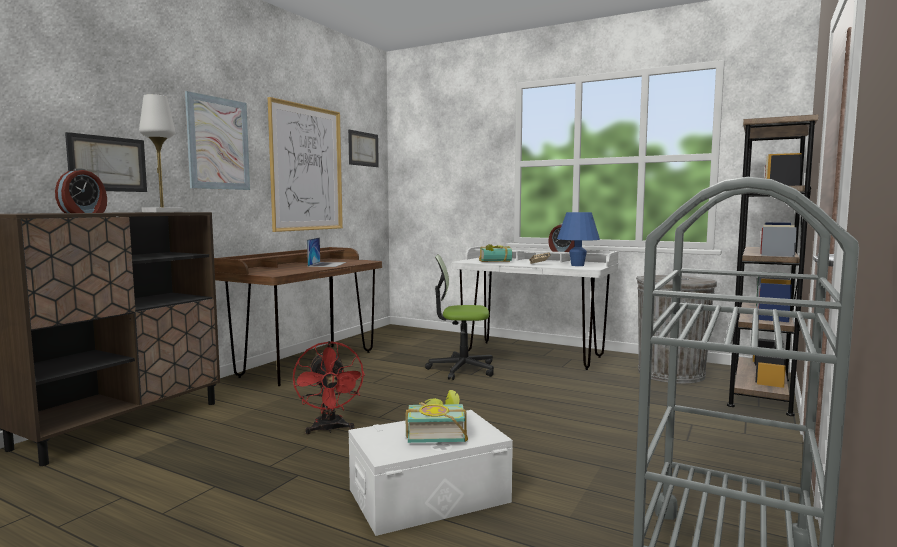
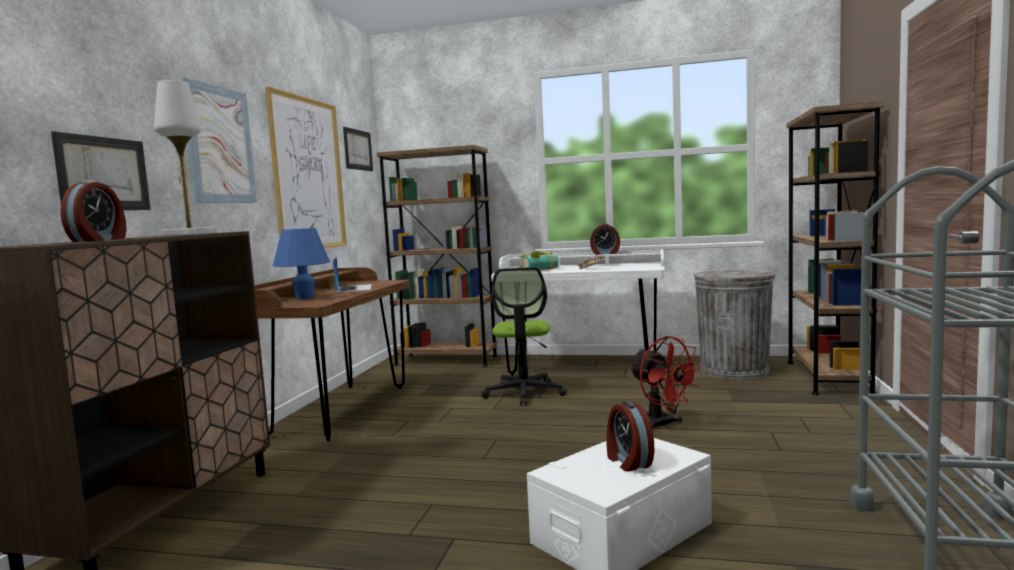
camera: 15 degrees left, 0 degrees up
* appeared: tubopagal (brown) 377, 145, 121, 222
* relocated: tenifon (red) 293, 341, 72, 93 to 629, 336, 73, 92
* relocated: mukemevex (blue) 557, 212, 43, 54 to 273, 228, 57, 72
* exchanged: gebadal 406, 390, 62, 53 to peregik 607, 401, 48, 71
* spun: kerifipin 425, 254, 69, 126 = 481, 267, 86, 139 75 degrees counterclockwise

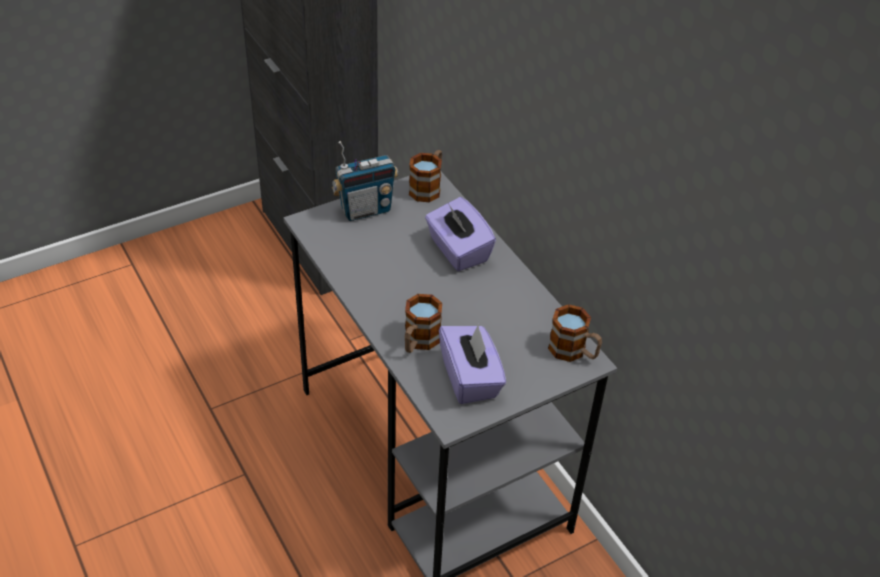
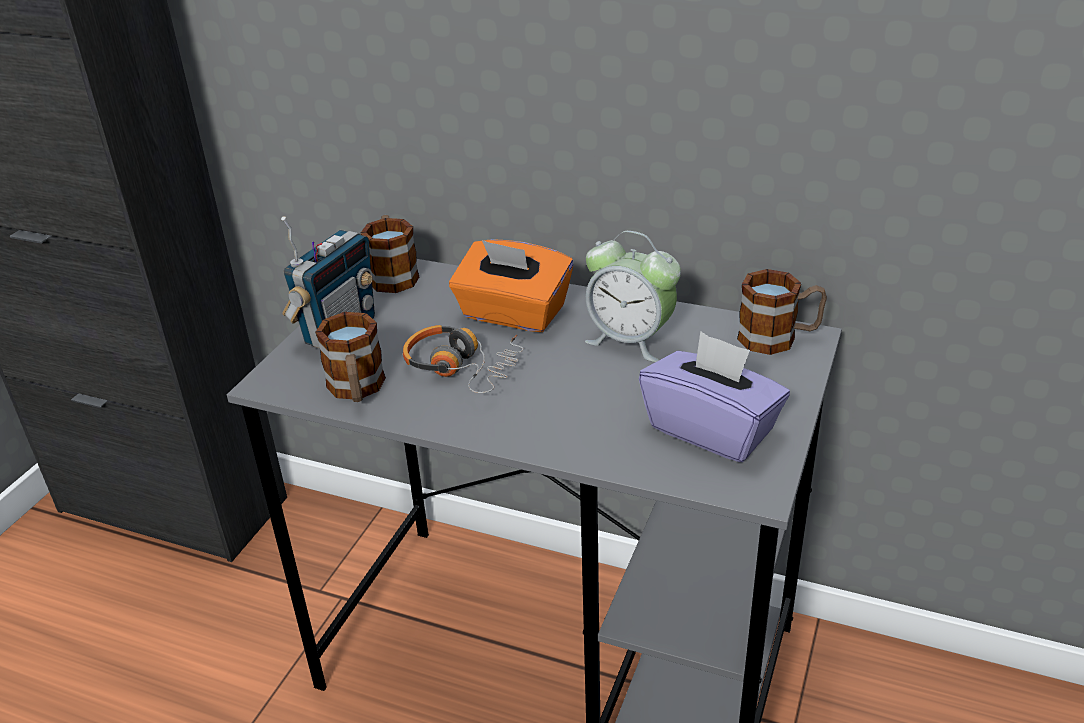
camera: 35 degrees left, 10 degrees down
* appeared: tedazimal 403, 325, 121, 68
* appeared: peregik 585, 231, 96, 131
* relocated: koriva 405, 294, 37, 59 to 315, 312, 71, 90
* colour: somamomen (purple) 425, 197, 71, 74 to somamomen (orange) 449, 239, 124, 93

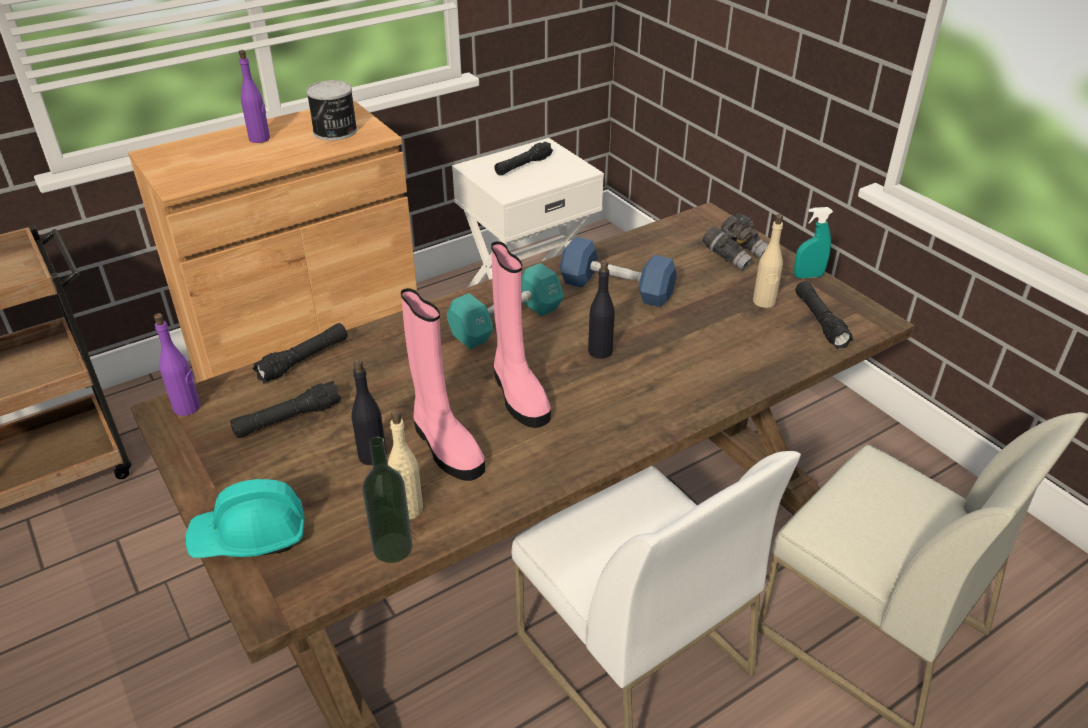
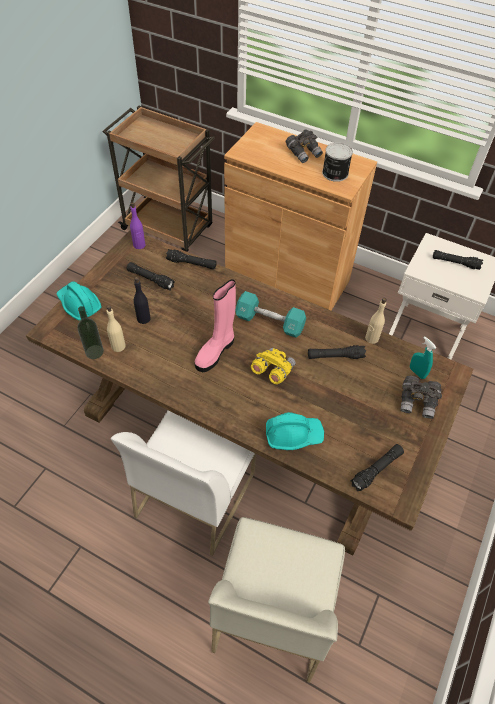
camera: 60 degrees right, 15 degrees up
* missing: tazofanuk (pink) 401, 288, 84, 193
* appeared: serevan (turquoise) 266, 412, 58, 38
* relocated: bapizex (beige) 753, 214, 30, 94 to 365, 298, 22, 46
* relocated: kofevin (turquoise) 794, 207, 39, 71 to 410, 336, 26, 43
* exchanged: bapizex (purple) 239, 50, 31, 93 to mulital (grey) 286, 129, 37, 34
* exchanged: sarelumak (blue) 560, 237, 117, 70 to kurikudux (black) 308, 345, 58, 14
* exchanged: bapizex (black) 588, 260, 27, 99 to mulital (yellow) 251, 348, 45, 36

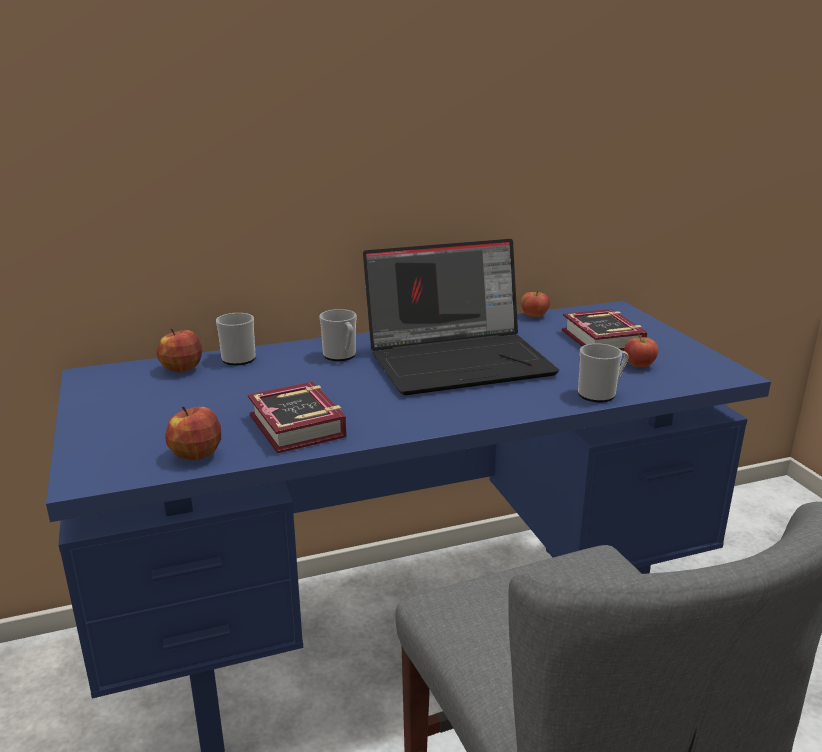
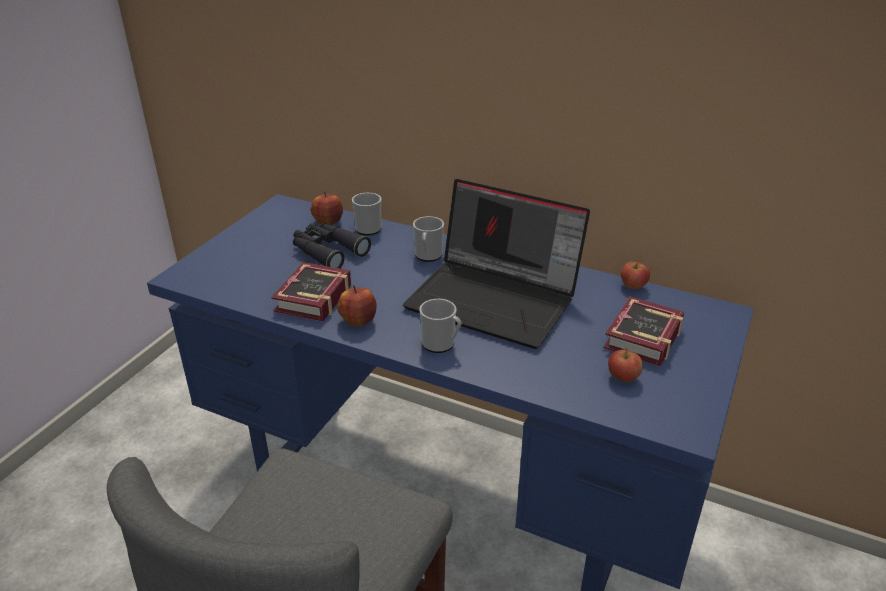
camera: 45 degrees right, 10 degrees up
* appeared: mulital (black) 293, 223, 78, 45
* relocated: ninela 165, 406, 56, 55 to 337, 285, 40, 41
* relocated: koriva 578, 343, 51, 59 to 419, 299, 43, 54

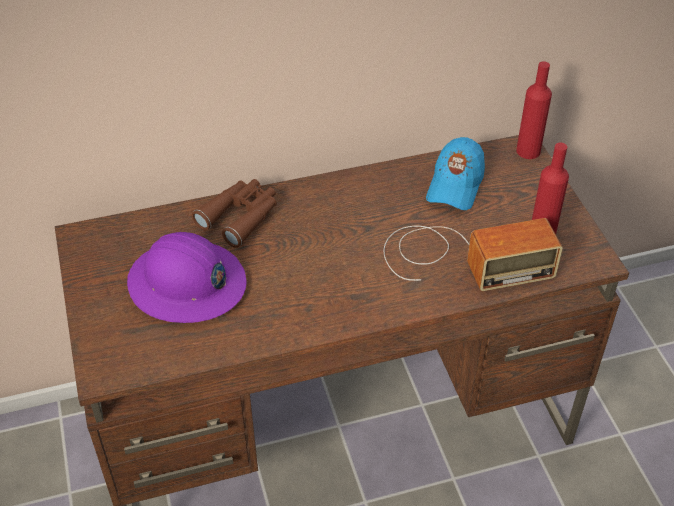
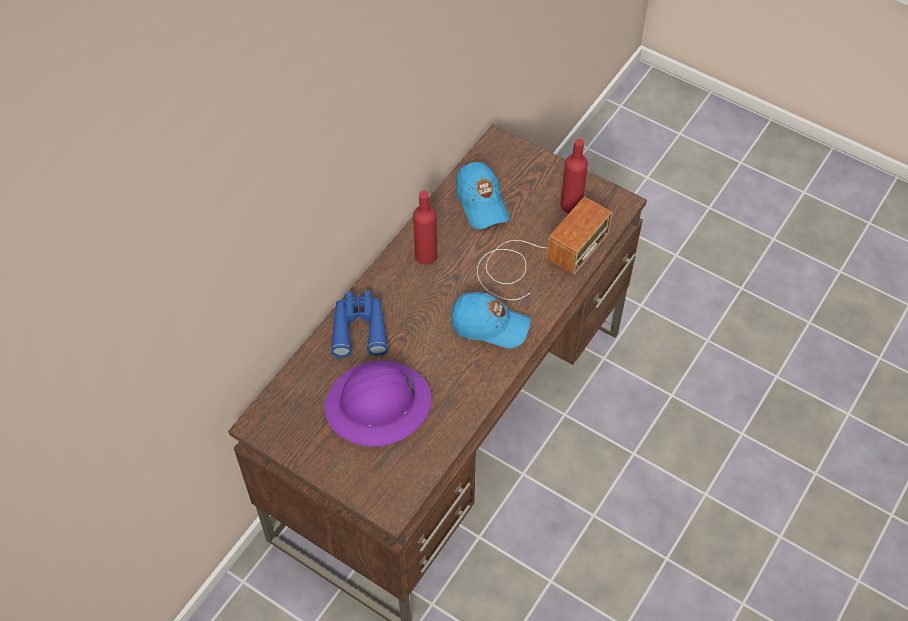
camera: 40 degrees left, 10 degrees up
* appeared: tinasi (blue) 451, 292, 80, 56
* relocated: bapizex (red) 516, 61, 36, 98 to 413, 191, 24, 74
* colour: mulital (brown) 192, 179, 85, 69 to mulital (blue) 331, 291, 57, 66

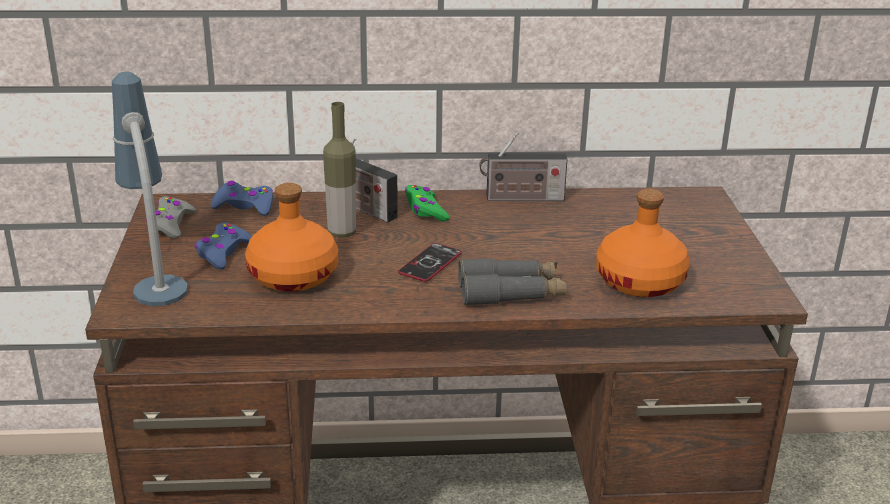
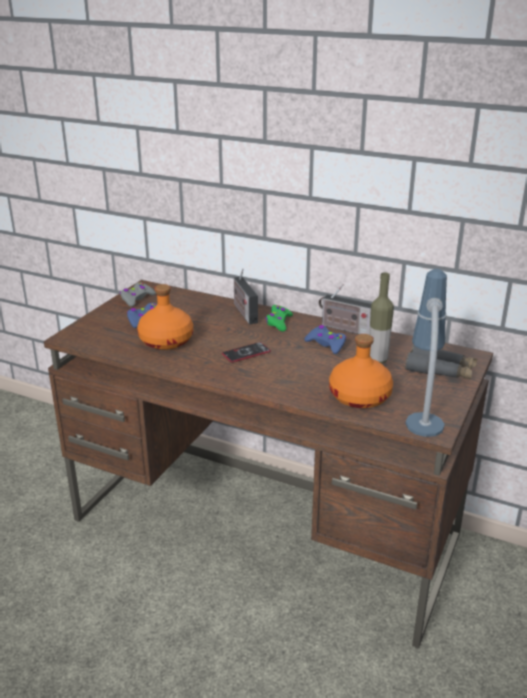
camera: 30 degrees right, 0 degrees up
* relocated: mukemevex 112, 72, 76, 234 to 405, 269, 42, 168
* relocated: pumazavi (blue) 211, 181, 62, 35 to 305, 325, 41, 29
* relocated: bapizex 323, 102, 33, 136 to 369, 272, 25, 92
* relocated: mulital (grey) 458, 258, 109, 48 to 405, 344, 72, 35

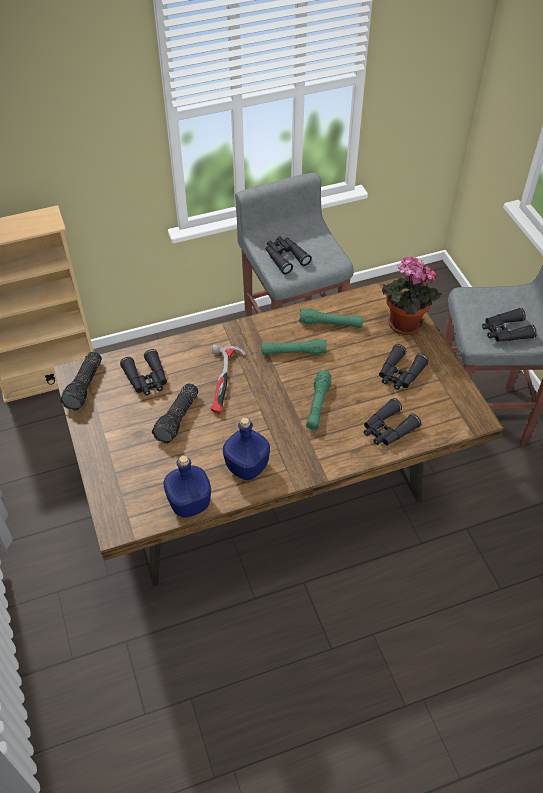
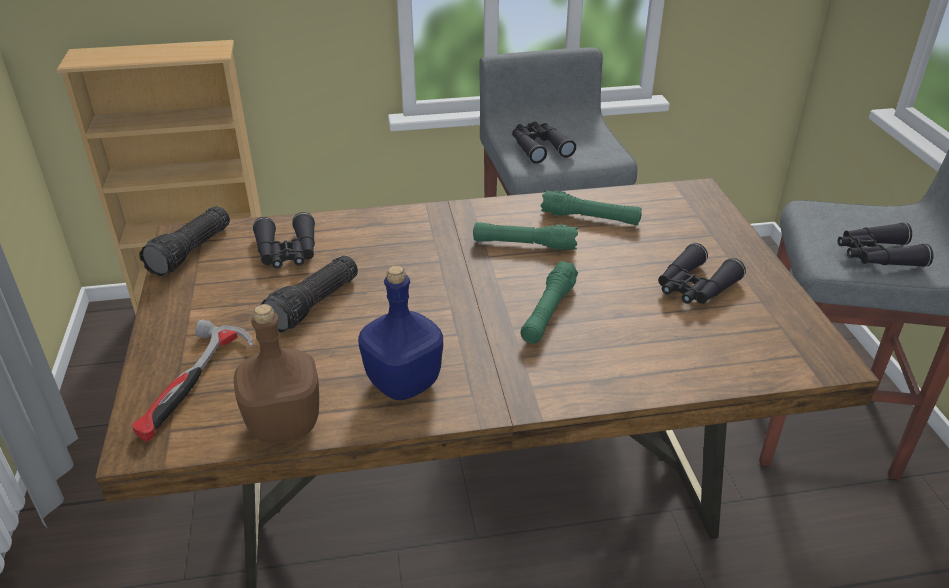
camera: 10 degrees right, 15 degrees down
* missing: mulital (black) 364, 398, 57, 48
* missing: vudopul 382, 256, 59, 79
* relocated: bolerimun 210, 344, 36, 71 to 132, 319, 121, 123
* colour: bapizex (blue) 163, 455, 48, 63 to bapizex (brown) 234, 304, 85, 138

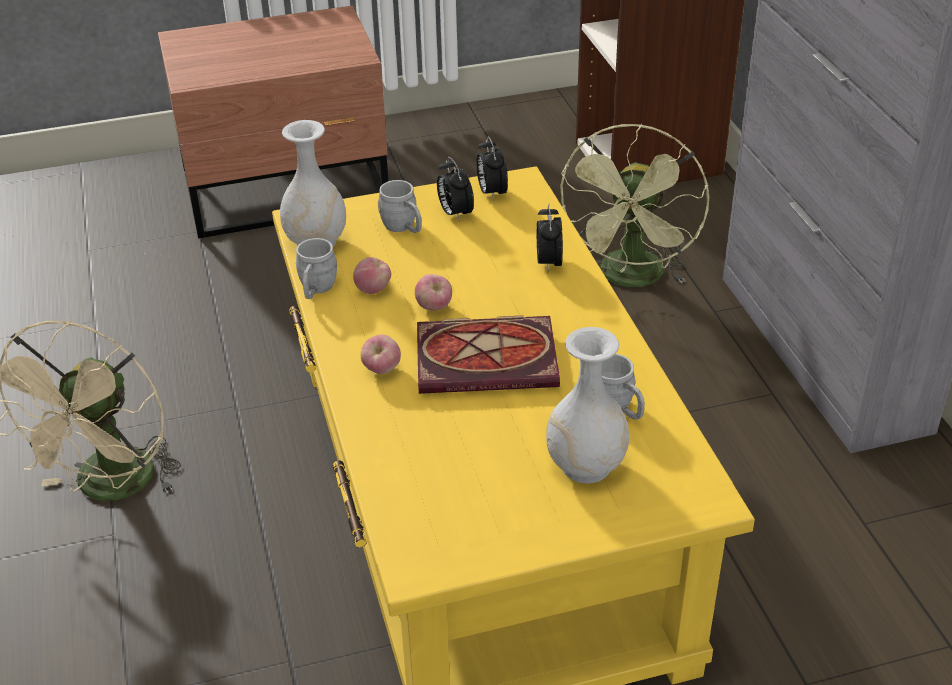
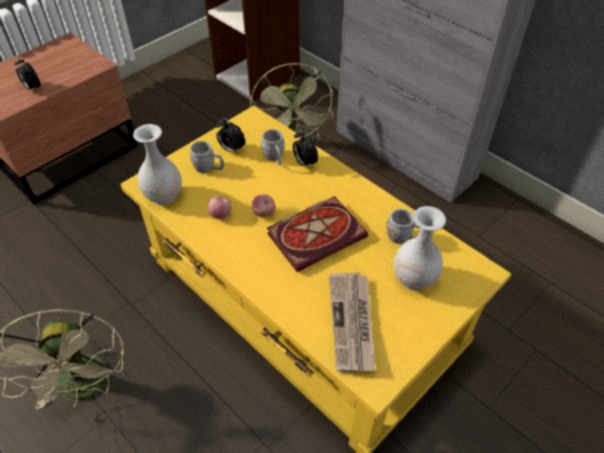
camera: 30 degrees left, 10 degrees up
* missing: ninela 361, 335, 40, 39
* appeared: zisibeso 329, 272, 47, 100
* relocated: koriva (grey) 296, 238, 41, 61 to 261, 129, 24, 36
* relocated: peregik 476, 136, 32, 65 to 14, 57, 27, 35

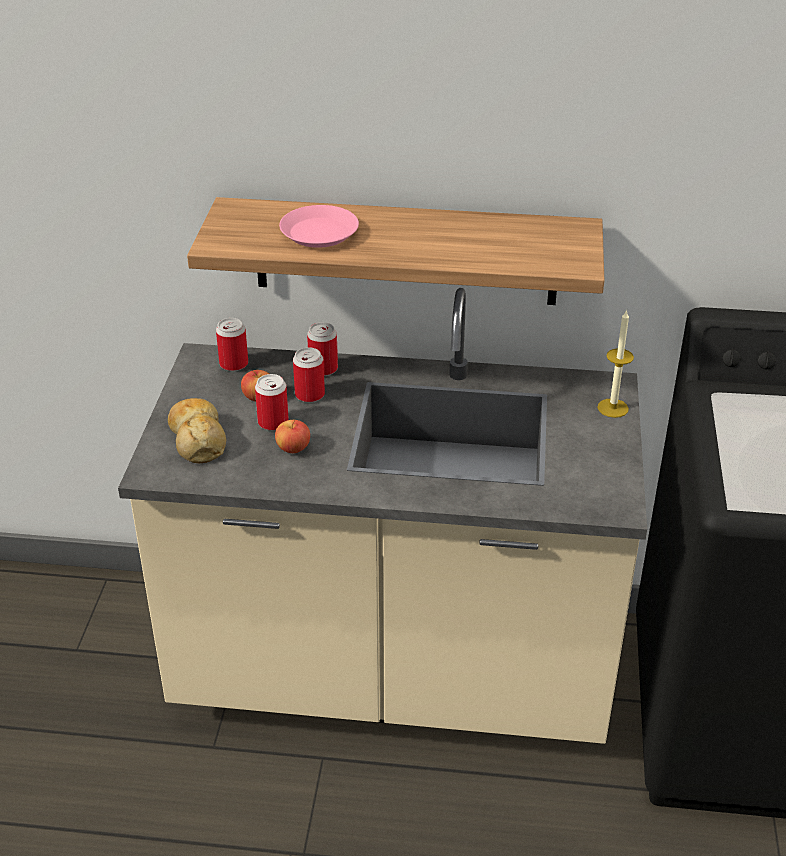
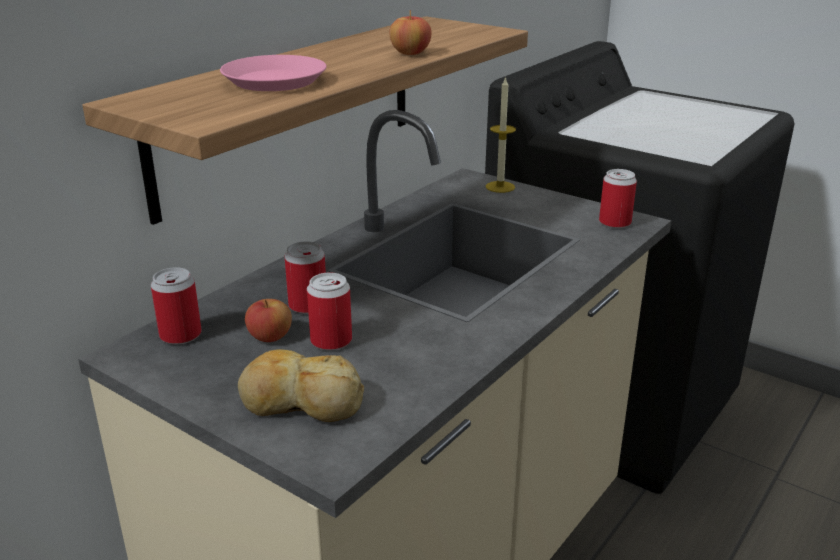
camera: 60 degrees left, 10 degrees down
* relocated: ninela 275, 420, 35, 33 to 389, 10, 43, 45
* relocated: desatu 307, 322, 31, 54 to 599, 169, 38, 59

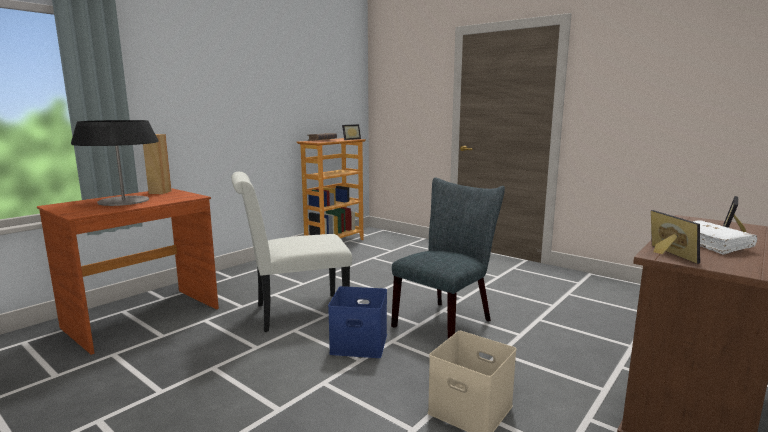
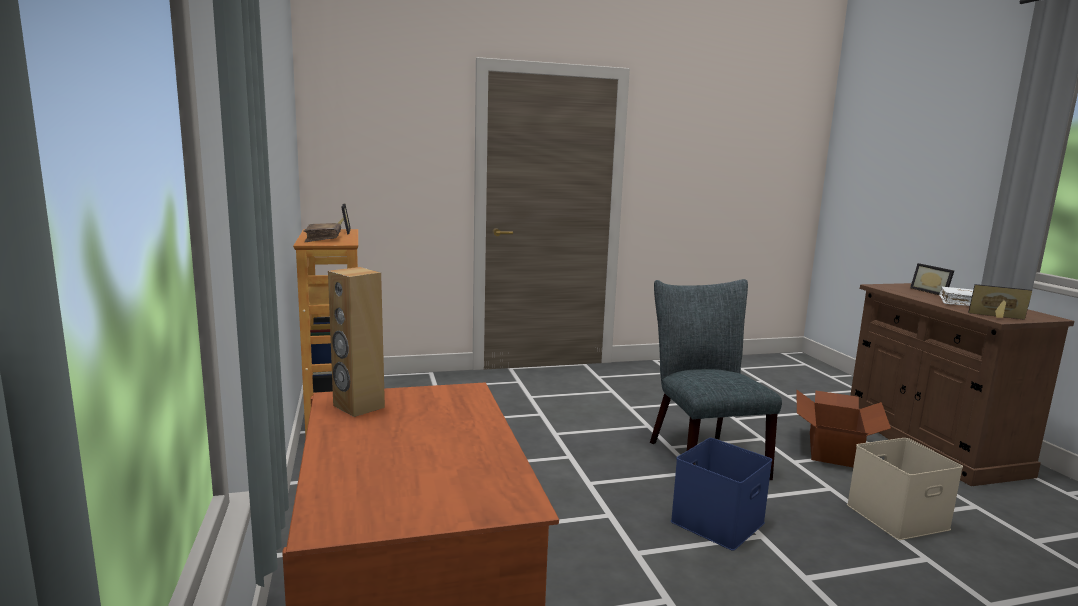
camera: 55 degrees left, 0 degrees up
* missing: mukemevex 71, 120, 88, 86
* missing: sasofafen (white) 231, 172, 121, 160
* appeared: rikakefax 797, 390, 94, 77

